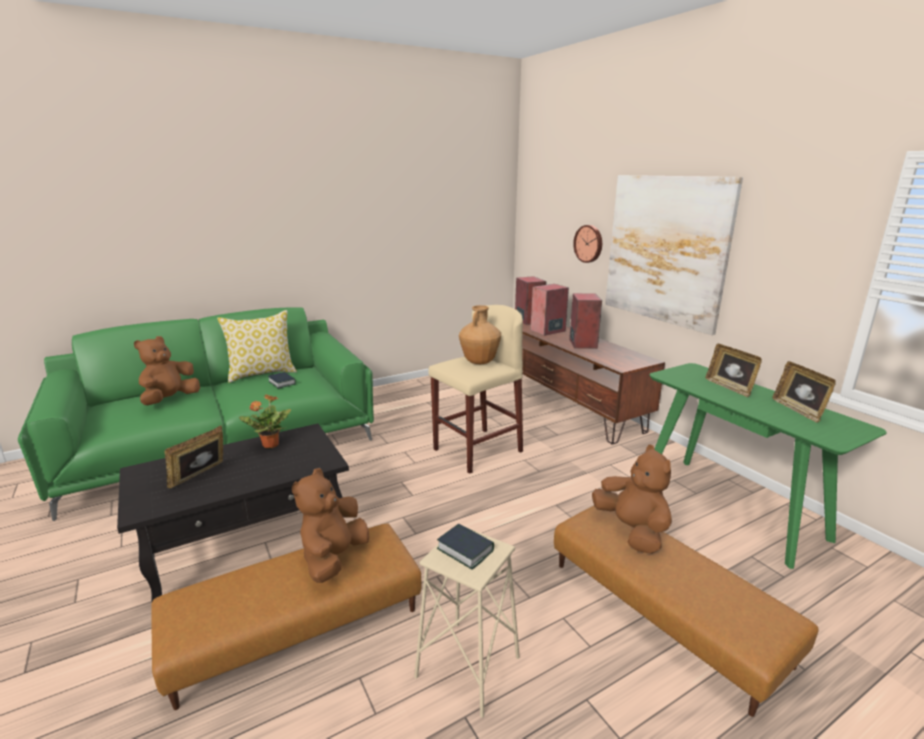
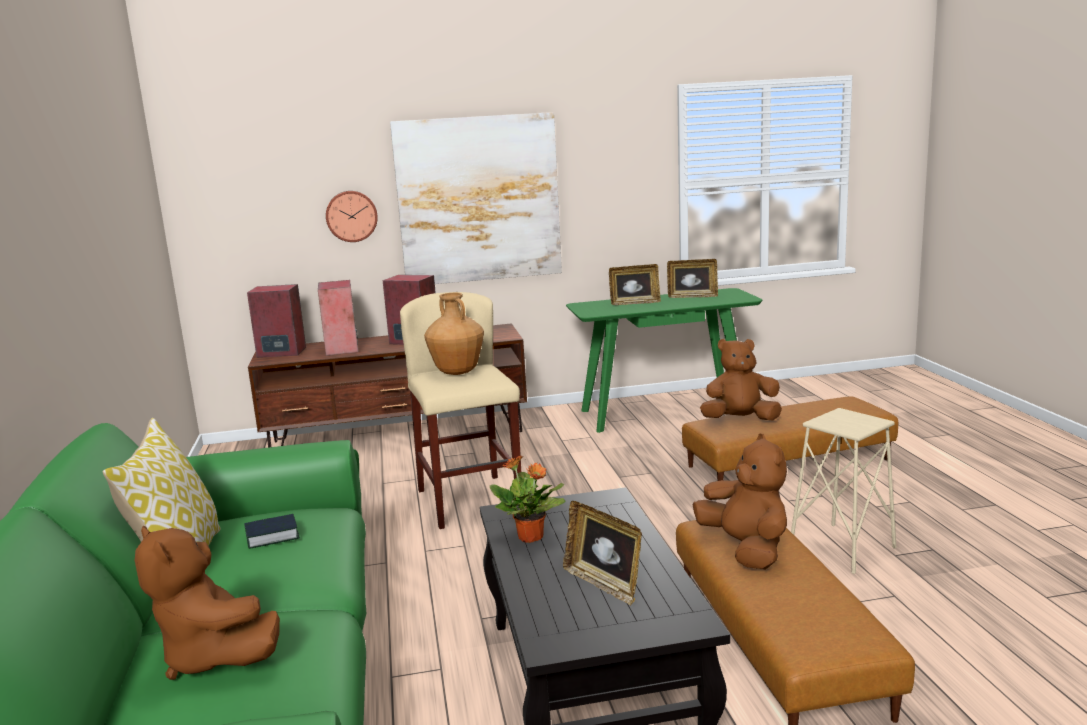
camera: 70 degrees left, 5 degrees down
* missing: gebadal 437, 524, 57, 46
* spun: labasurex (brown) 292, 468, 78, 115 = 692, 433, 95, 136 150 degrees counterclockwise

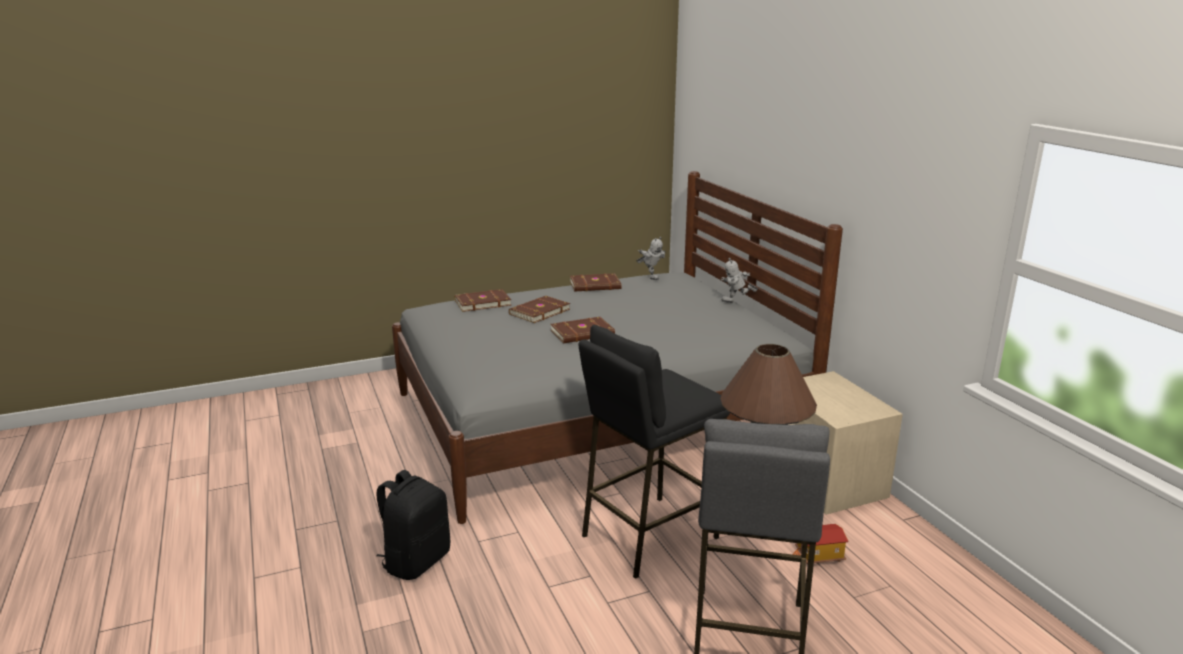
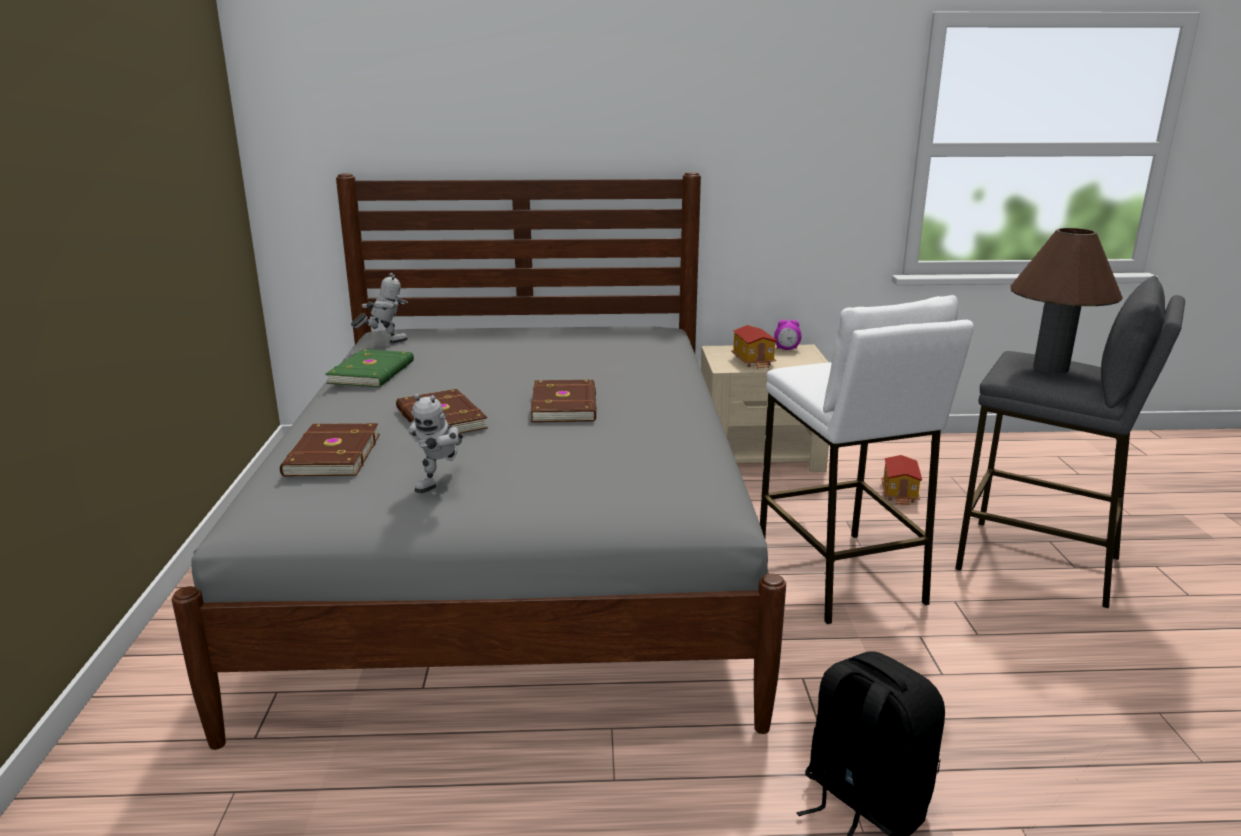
camera: 70 degrees left, 0 degrees up
* appeared: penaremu 731, 325, 46, 44
* appeared: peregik 774, 320, 28, 30
* relocated: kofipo 721, 258, 37, 45 to 408, 394, 55, 99
* colour: gebadal (brown) 570, 273, 52, 19 to gebadal (green) 326, 349, 88, 38
* colour: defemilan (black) 578, 325, 152, 254 to defemilan (white) 760, 295, 214, 330

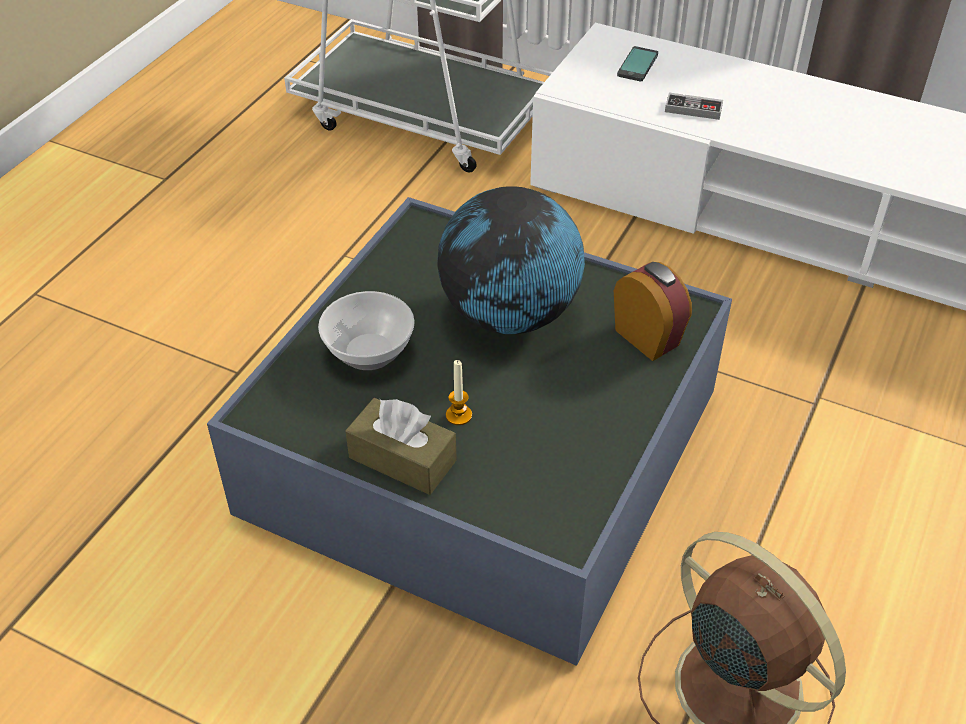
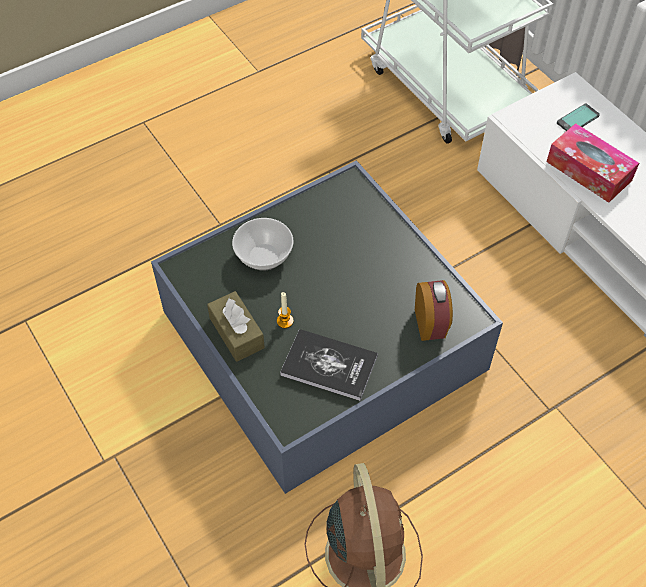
camera: 30 degrees right, 10 degrees up
* missing: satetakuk 437, 186, 148, 148
* appeared: gebadal 280, 329, 98, 72
* exchanged: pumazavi 665, 93, 58, 27 to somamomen 547, 123, 92, 80

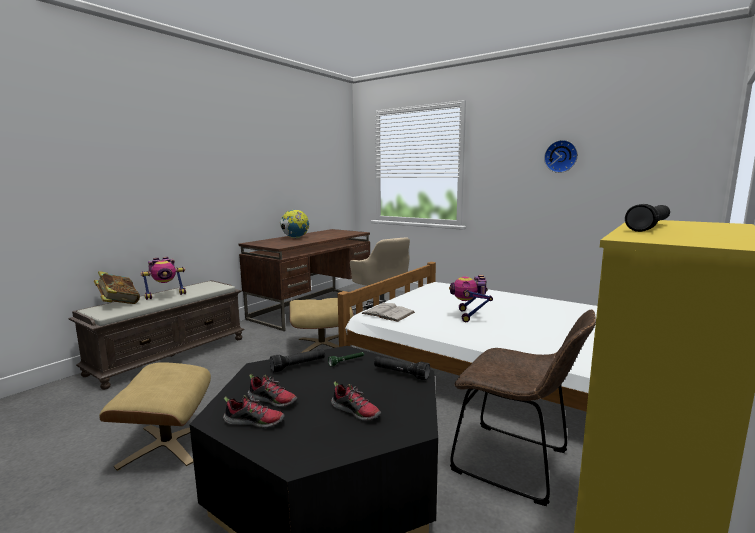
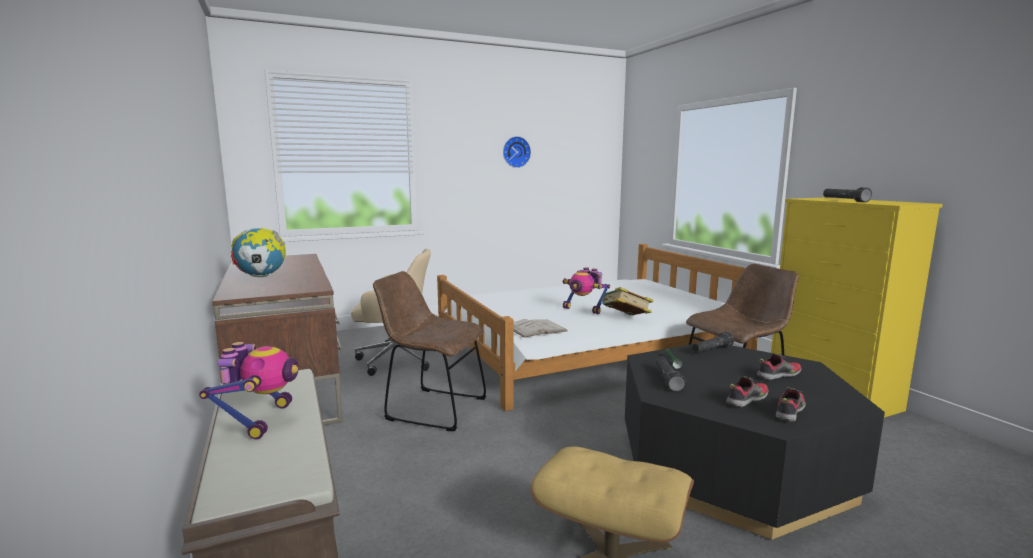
camera: 60 degrees left, 0 degrees up
* relocated: gebadal 94, 271, 46, 33 to 601, 287, 53, 28
* exchanged: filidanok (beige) 289, 298, 65, 55 to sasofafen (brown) 373, 271, 113, 160

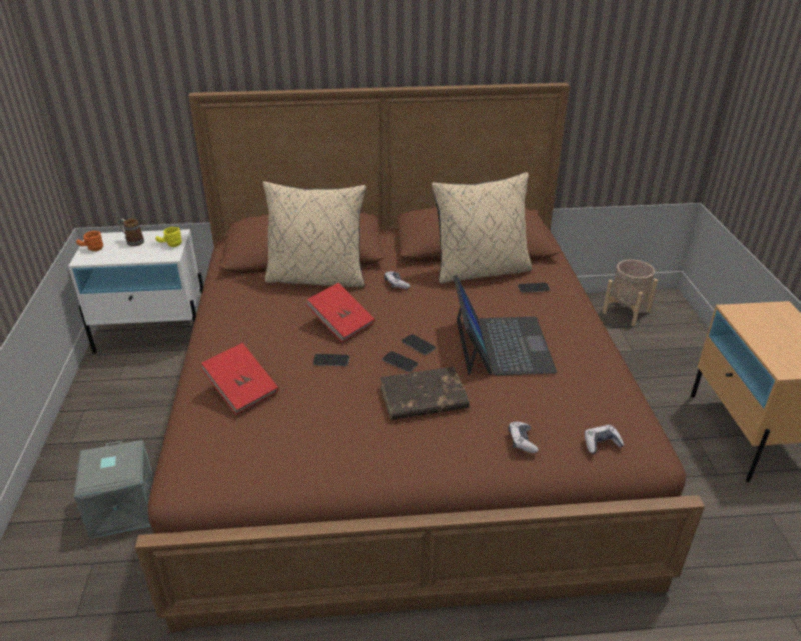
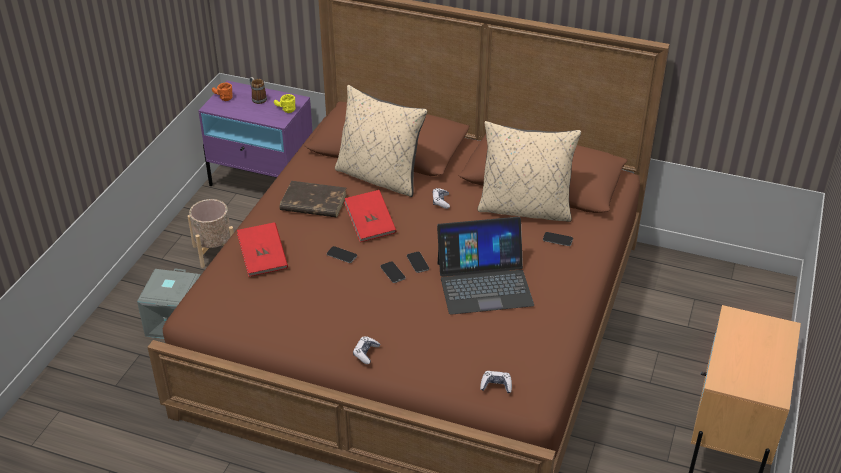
camera: 25 degrees right, 5 degrees up
* relocated: gebadal (brown) 380, 367, 90, 53 to 280, 181, 67, 37
* relocated: pumazavi 509, 421, 29, 32 to 353, 336, 27, 28
* relocated: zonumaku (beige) 602, 260, 56, 66 to 187, 199, 47, 69
* colour: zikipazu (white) 68, 229, 135, 125 to zikipazu (purple) 198, 81, 115, 105
* spun: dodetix 454, 274, 103, 102 = 437, 217, 97, 98 60 degrees clockwise

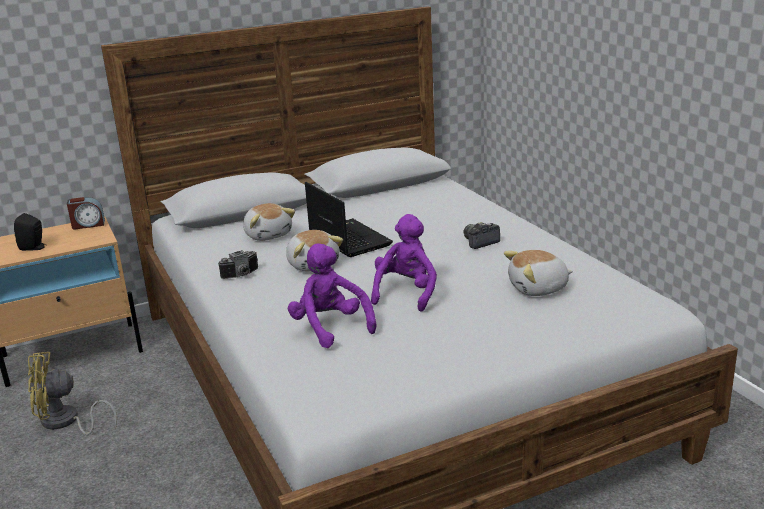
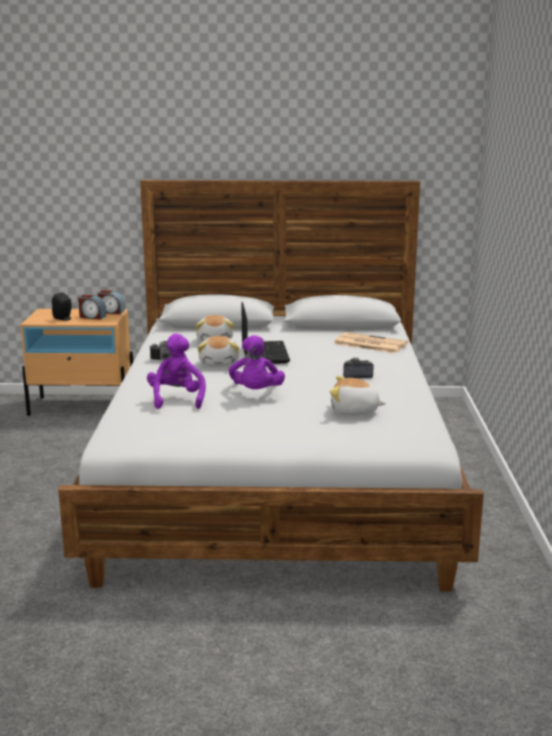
camera: 25 degrees right, 5 degrees down
* missing: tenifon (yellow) 28, 352, 89, 83
* appeared: peregik 78, 295, 28, 25
* appeared: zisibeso 334, 332, 74, 21
* spun: labasurex (purple) 371, 214, 66, 98 = 229, 335, 56, 54 135 degrees clockwise

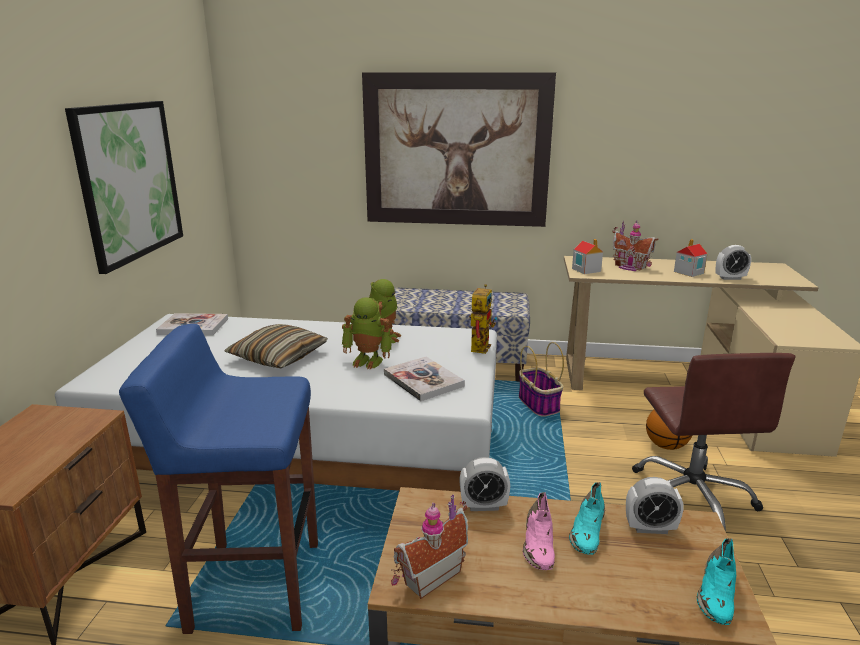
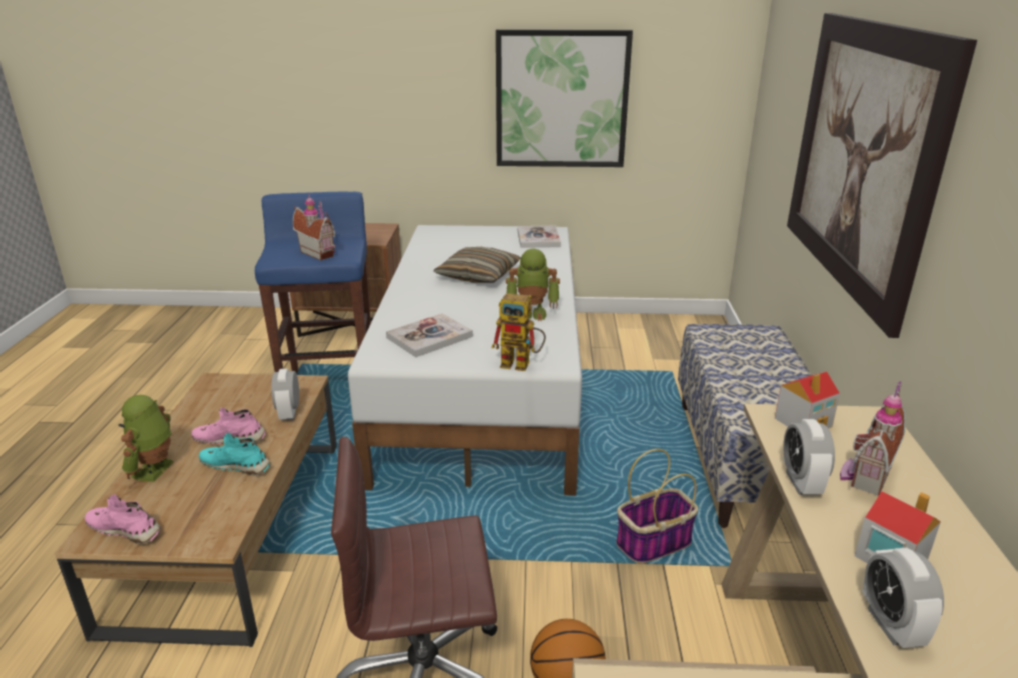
camera: 85 degrees right, 5 degrees up
* relocated: kofipo 342, 297, 52, 73 to 118, 395, 56, 87
* relocated: penaremu 391, 494, 77, 105 to 293, 195, 42, 65
* relocated: peregik 626, 477, 58, 57 to 783, 419, 52, 76
* colour: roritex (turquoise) 697, 538, 39, 87 to roritex (pink) 85, 494, 76, 51

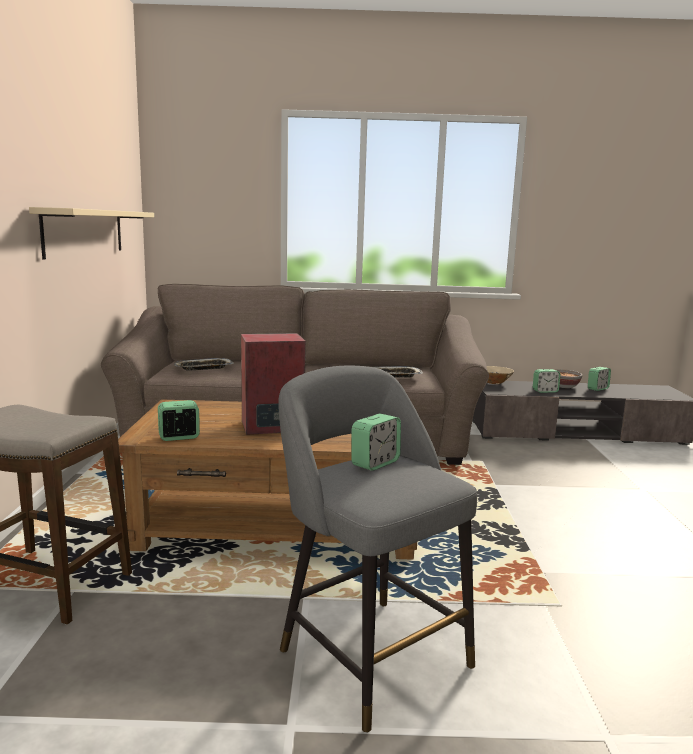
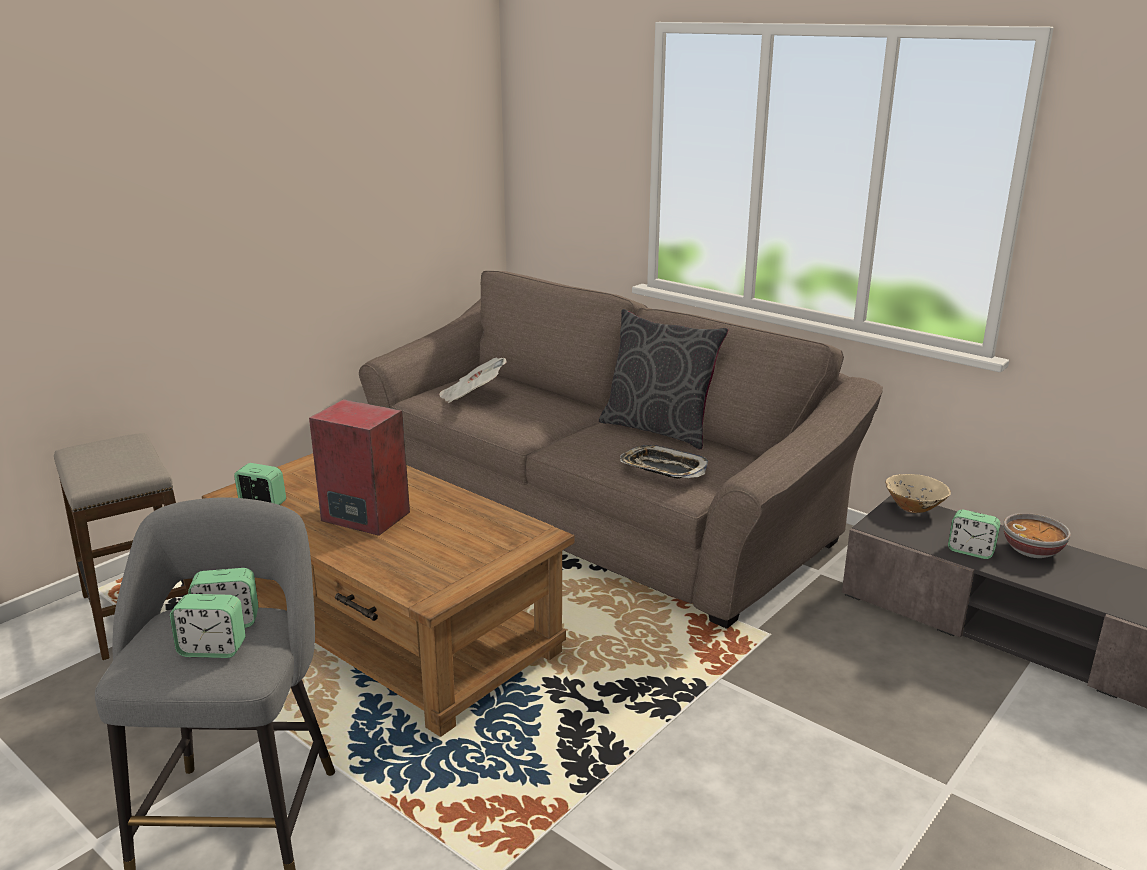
camera: 40 degrees right, 10 degrees up
* missing: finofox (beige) 29, 207, 125, 52
* appeared: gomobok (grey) 599, 309, 129, 141
* relocated: peregik 588, 367, 23, 24 to 170, 594, 76, 64
* exchanged: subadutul 174, 358, 60, 13 to zisibeso 439, 358, 68, 45

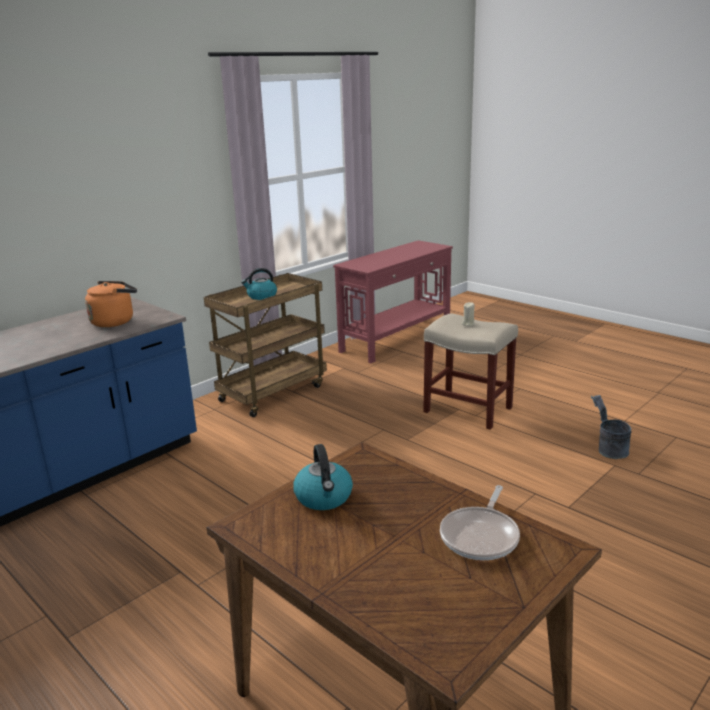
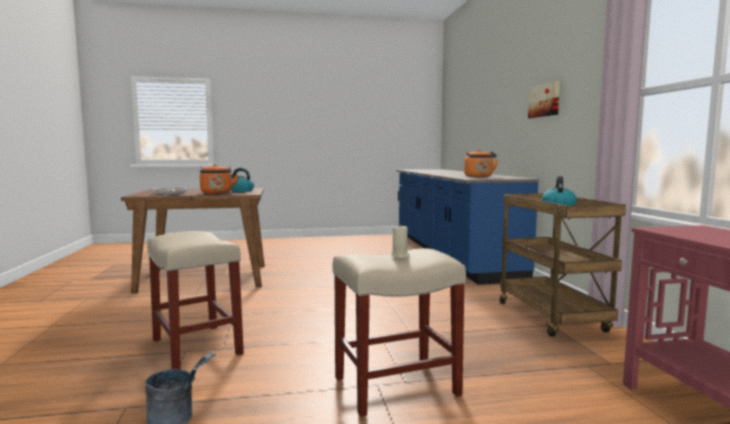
camera: 125 degrees right, 15 degrees down
* appeared: defemilan (beige) 147, 231, 97, 139
* appeared: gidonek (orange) 200, 164, 38, 30
* appeared: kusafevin 528, 81, 32, 37

